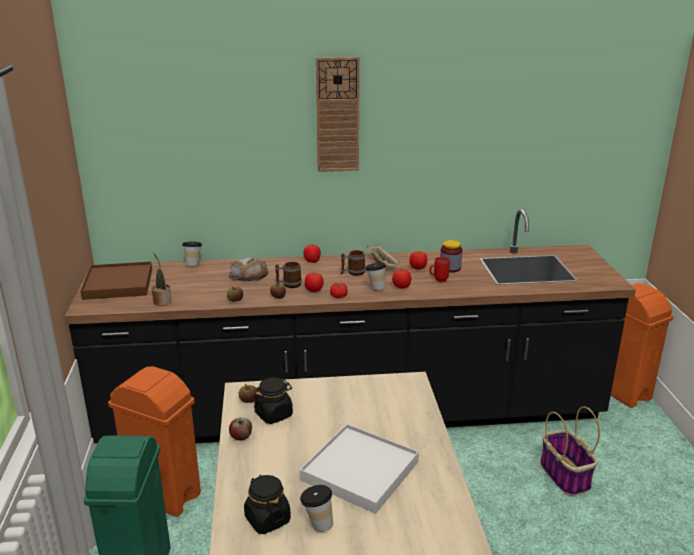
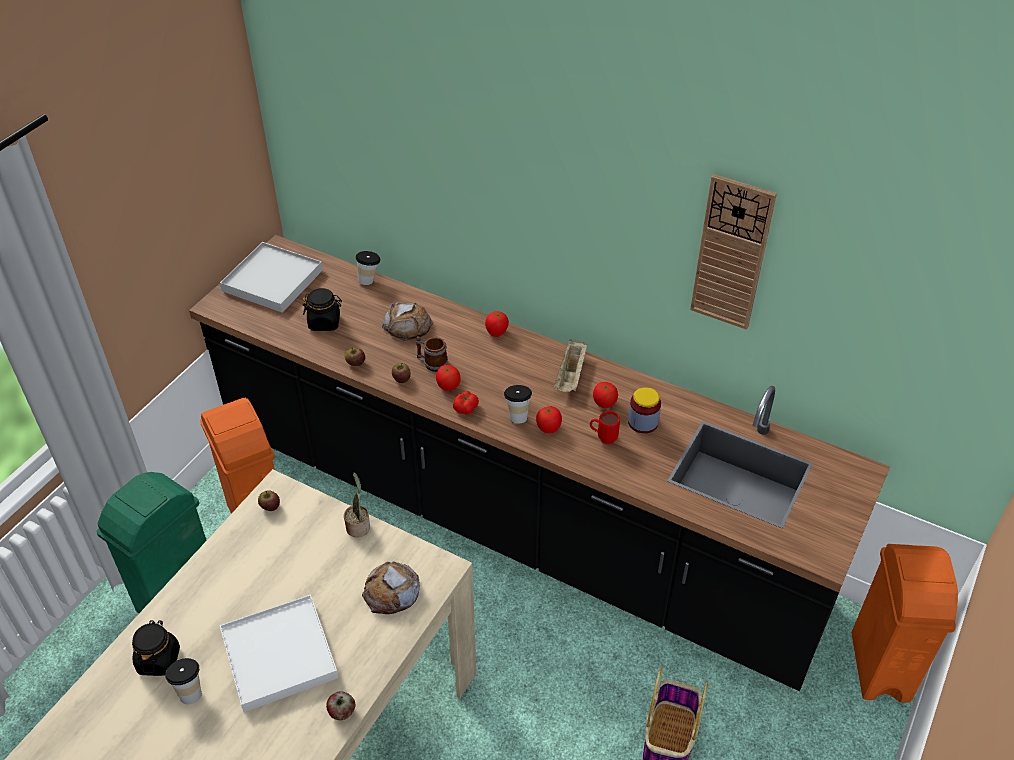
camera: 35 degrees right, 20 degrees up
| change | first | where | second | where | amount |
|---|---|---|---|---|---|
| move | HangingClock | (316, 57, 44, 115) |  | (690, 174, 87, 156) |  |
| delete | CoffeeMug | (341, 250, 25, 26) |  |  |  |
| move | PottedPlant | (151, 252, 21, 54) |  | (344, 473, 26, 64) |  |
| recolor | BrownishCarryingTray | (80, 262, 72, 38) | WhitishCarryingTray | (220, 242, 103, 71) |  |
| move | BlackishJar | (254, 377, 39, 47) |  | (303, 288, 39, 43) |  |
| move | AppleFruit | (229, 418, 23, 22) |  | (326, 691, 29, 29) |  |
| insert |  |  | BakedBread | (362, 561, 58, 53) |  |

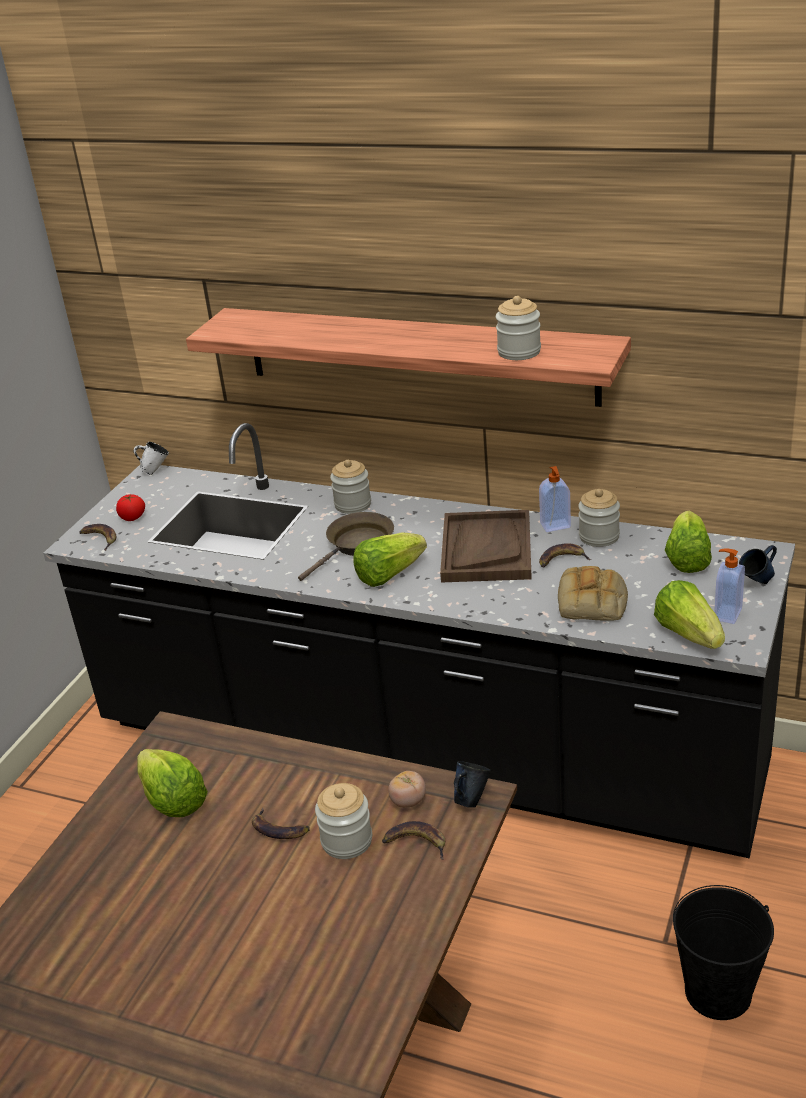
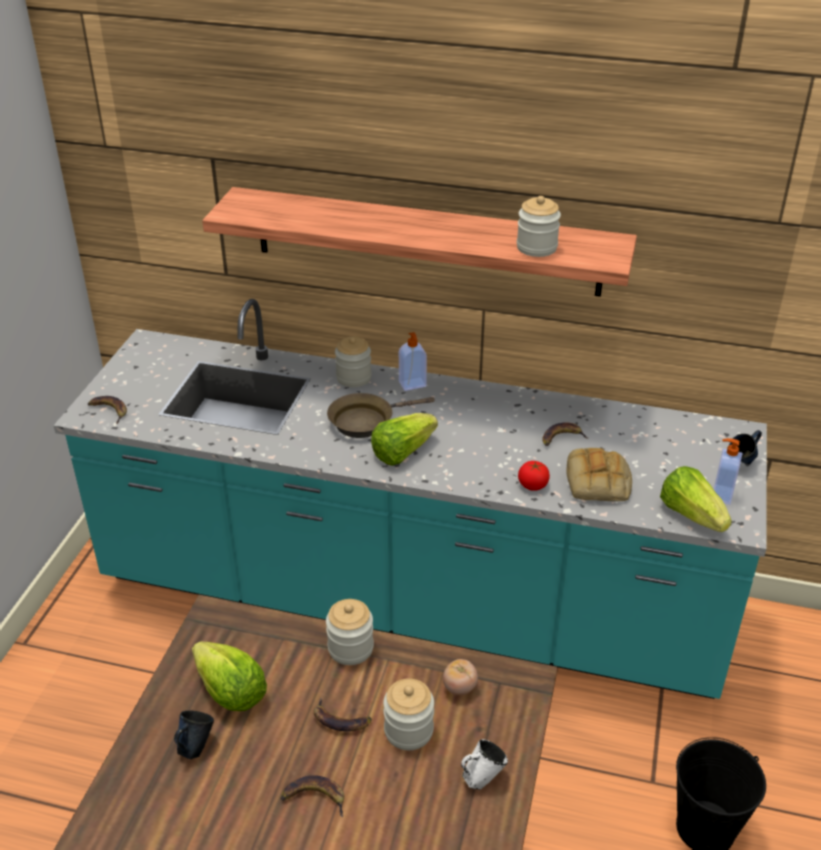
camera: 10 degrees left, 5 degrees up
| change | first | where | second | where | amount |
|---|---|---|---|---|---|
| recolor | BlackishKitchenBaseUnit | (43, 423, 752, 436) | TurquoiseKitchenBaseUnit | (53, 299, 714, 400) |  |
| move | WhitishCoffeeMug | (134, 442, 35, 33) |  | (461, 739, 47, 51) |  |
| move | SoapDispenser | (539, 466, 32, 66) |  | (399, 332, 28, 59) |  |
| move | Jar | (578, 489, 42, 58) |  | (326, 599, 48, 66) |  |
| move | WholeTomato | (116, 494, 29, 27) |  | (518, 461, 32, 30) |  |
| delete | BrownishCarryingTray | (440, 510, 92, 72) |  |  |  |
| delete | Lettuce | (665, 511, 47, 62) |  |  |  |
| rotate | BrownishSkillet | (298, 512, 96, 69) |  | (327, 393, 108, 45) | 150 degrees counterclockwise |
| move | BlueCoffeeMug | (454, 761, 37, 47) |  | (174, 710, 40, 49) |  |
| move | WholeBanana | (382, 821, 63, 39) |  | (281, 775, 63, 42) |  |

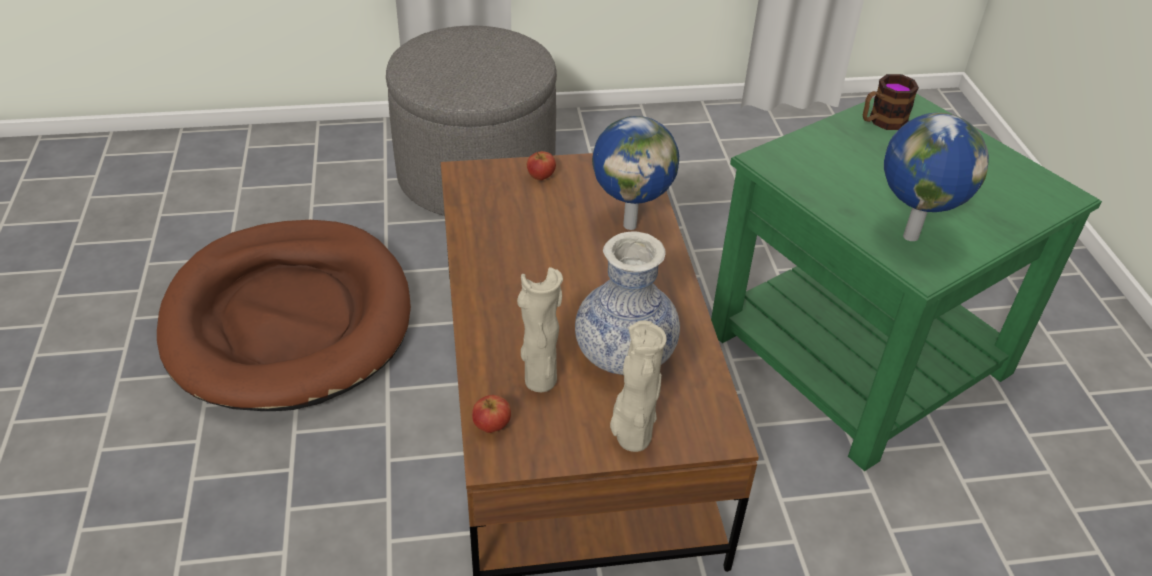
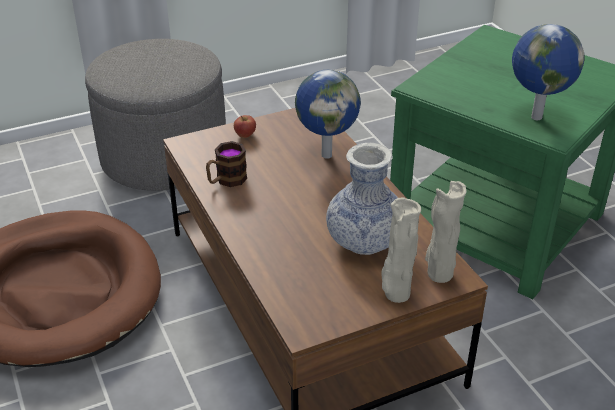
camera: 15 degrees left, 5 degrees down
| change | first | where | second | where | amount |
|---|---|---|---|---|---|
| move | CoffeeMug | (863, 74, 56, 56) |  | (206, 141, 41, 46) |  |
| move | BeigeDecorativeVase | (517, 267, 46, 125) |  | (425, 181, 42, 102) |  |
| delete | AppleFruit | (472, 395, 39, 38) |  |  |  |

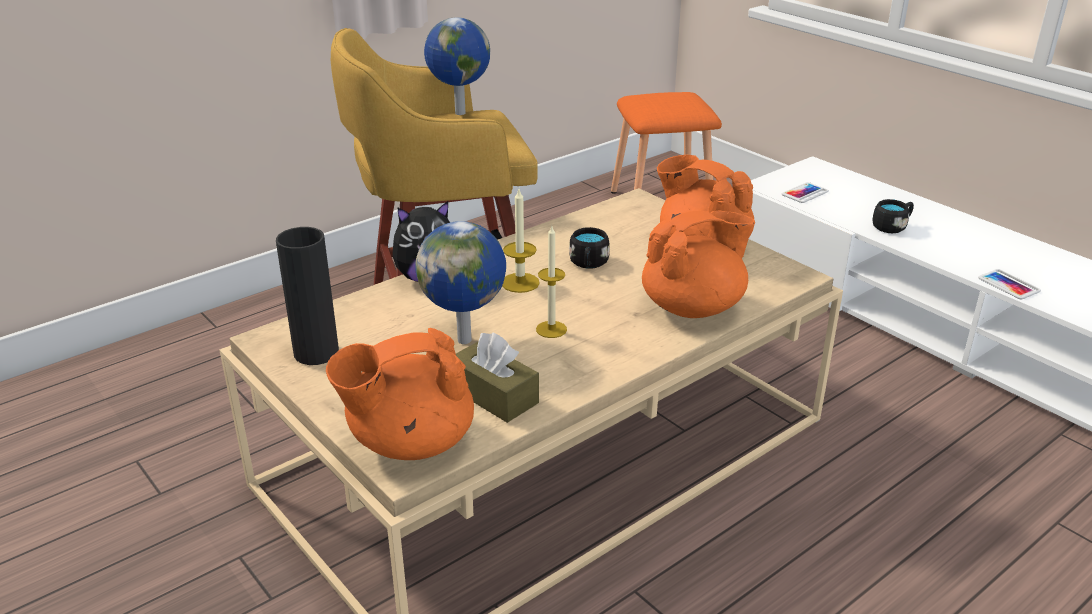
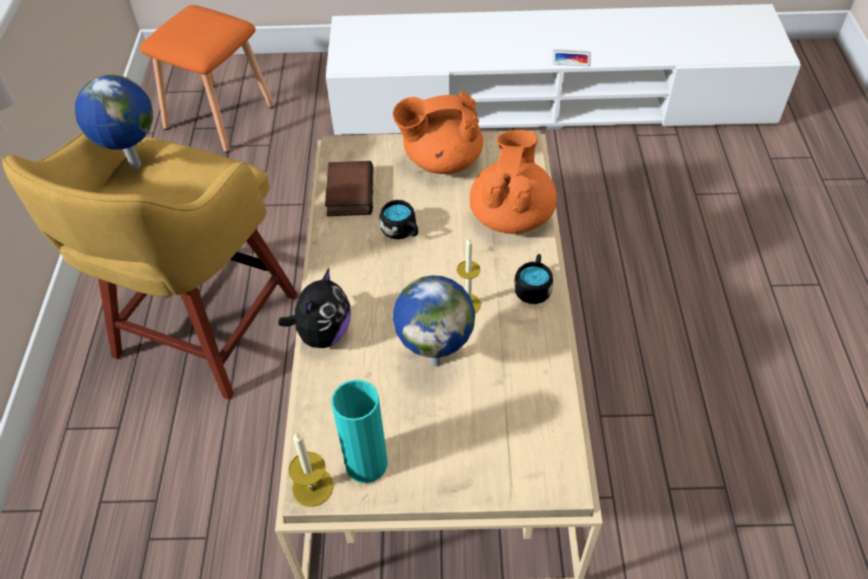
camera: 50 degrees left, 20 degrees up
| change | first | where | second | where | amount |
|---|---|---|---|---|---|
| delete | Telephone | (782, 182, 47, 21) |  |  |  |
| move | WaxLight | (502, 189, 38, 104) |  | (289, 432, 45, 75) |  |
| move | BlackishCoffeeMug | (873, 199, 41, 34) |  | (514, 254, 39, 50) |  |
| recolor | BlackishDecorativeVase | (276, 227, 63, 138) | TurquoiseDecorativeVase | (331, 380, 56, 103) |  |
| delete | OrangeyPotForTea | (326, 328, 148, 132) |  |  |  |
| delete | BrownishTissueBox | (456, 332, 83, 91) |  |  |  |
| insert |  |  | Book | (325, 161, 48, 55) |  |

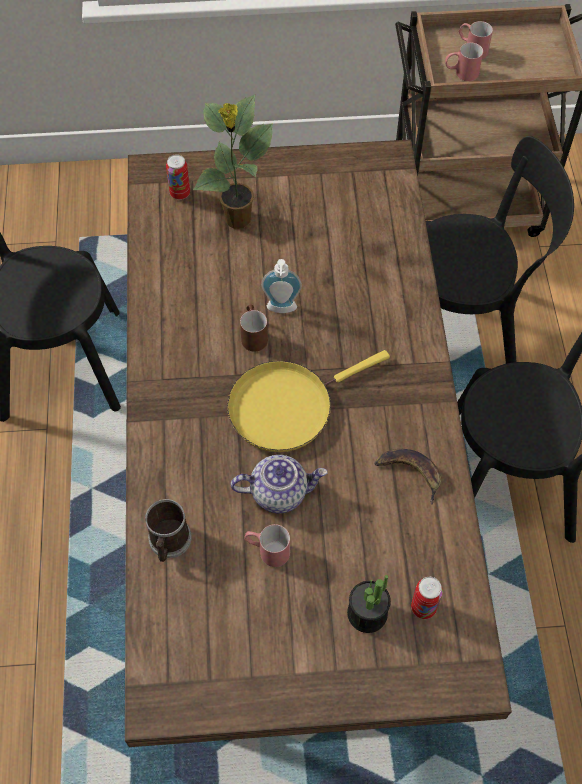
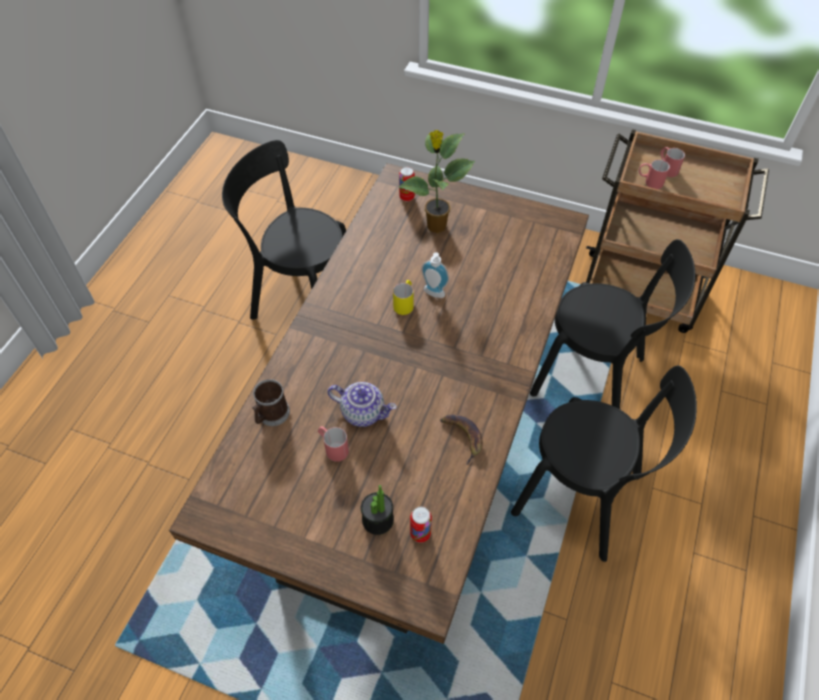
camera: 25 degrees right, 5 degrees down
| change | first | where | second | where | amount |
|---|---|---|---|---|---|
| recolor | BrownishCoffeeMug | (240, 304, 28, 47) | YellowishCoffeeMug | (393, 280, 21, 35) |  |
| delete | YellowishSkillet | (227, 350, 163, 102) |  |  |  |

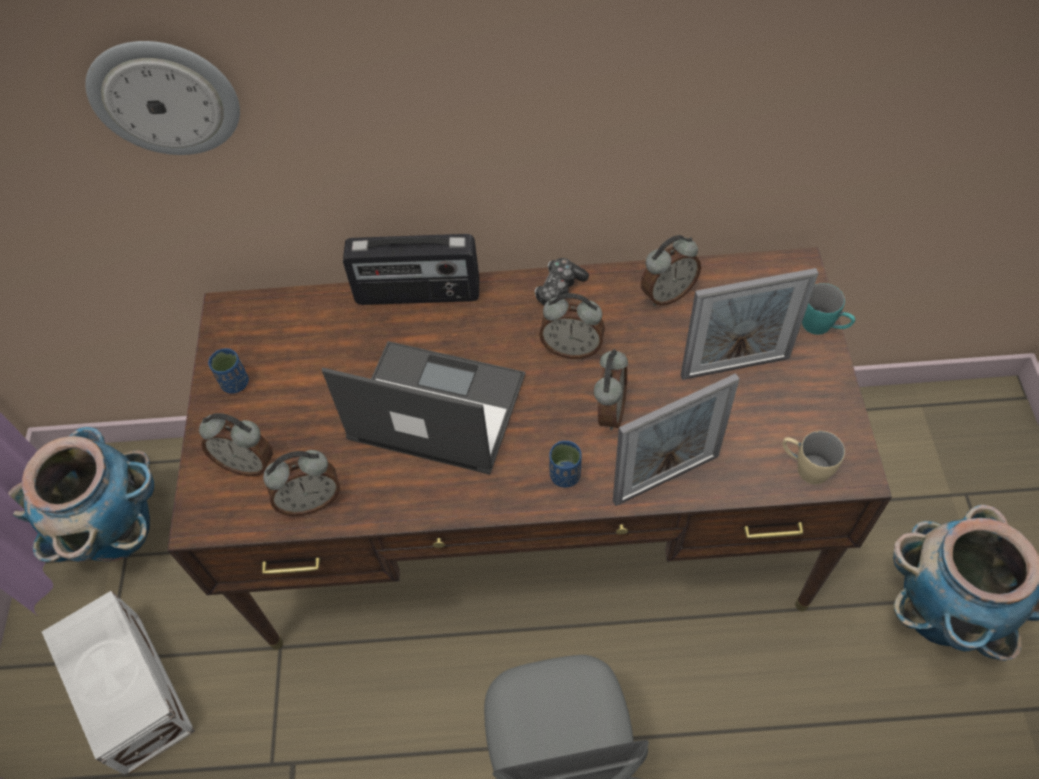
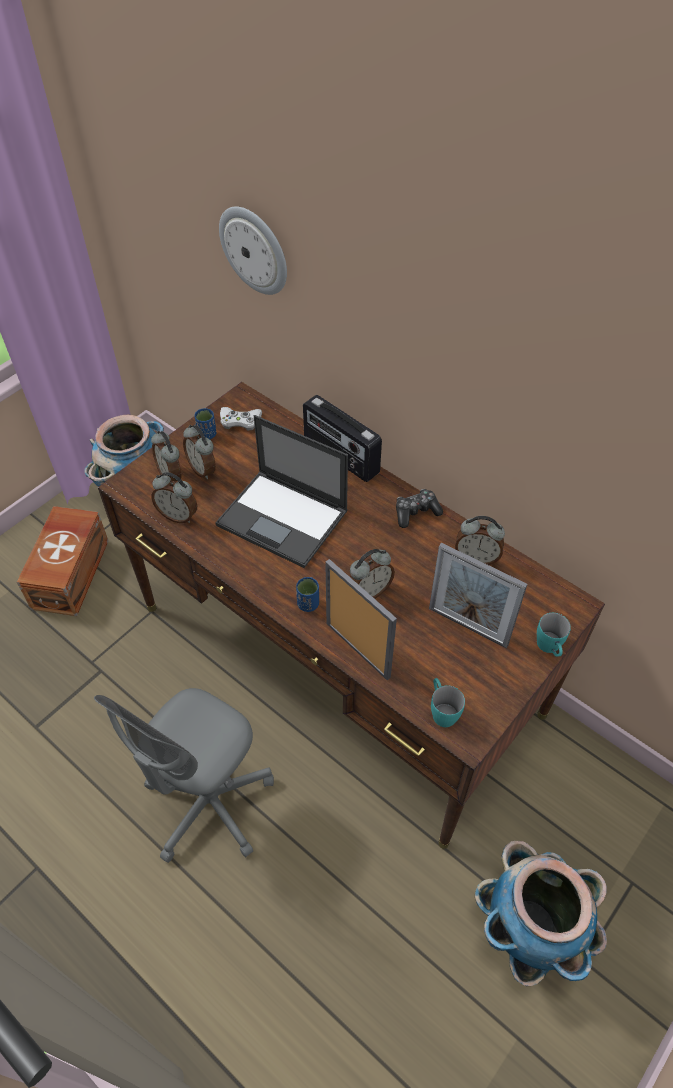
camera: 40 degrees right, 5 degrees down
| change | first | where | second | where | amount |
|---|---|---|---|---|---|
| move | BedsideClock | (539, 293, 66, 66) |  | (183, 425, 33, 54) |  |
| rotate | PortableComputer | (322, 341, 204, 134) |  | (215, 415, 133, 153) | 150 degrees clockwise |
| rotate | PictureFrame | (613, 373, 127, 133) |  | (325, 559, 72, 121) | 150 degrees counterclockwise |
| recolor | BeigeCoffeeMug | (782, 431, 63, 53) | TurquoiseCoffeeMug | (431, 678, 34, 49) |  |
| recolor | WhitishStorageBin | (42, 591, 153, 185) | BrownishStorageBin | (17, 506, 91, 110) |  |
| insert |  |  | WhitishGamepad | (220, 407, 42, 24) |  |

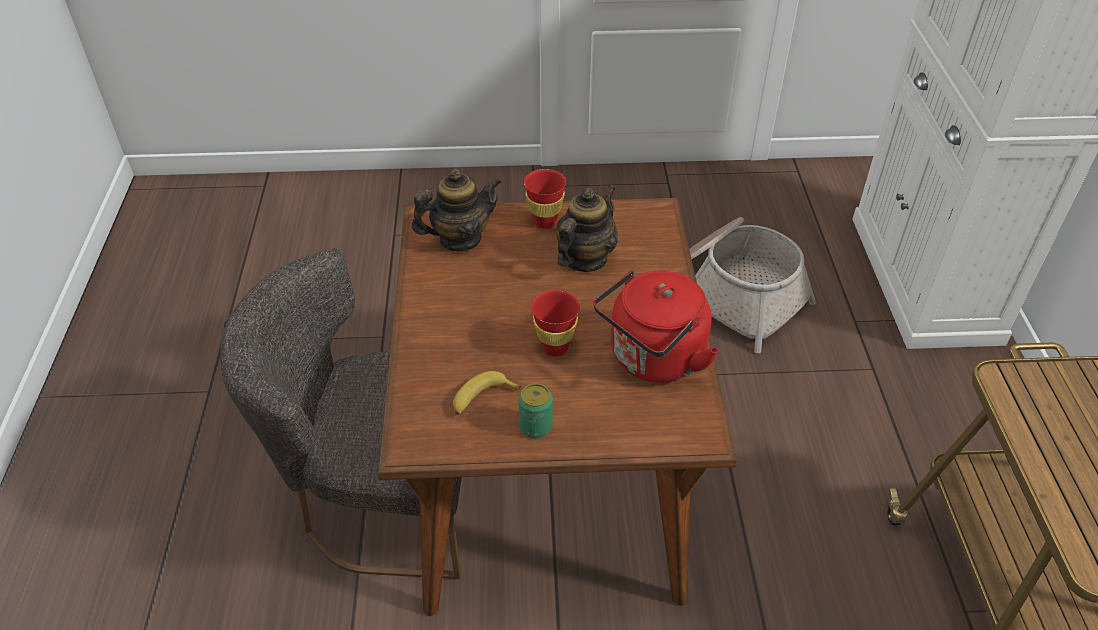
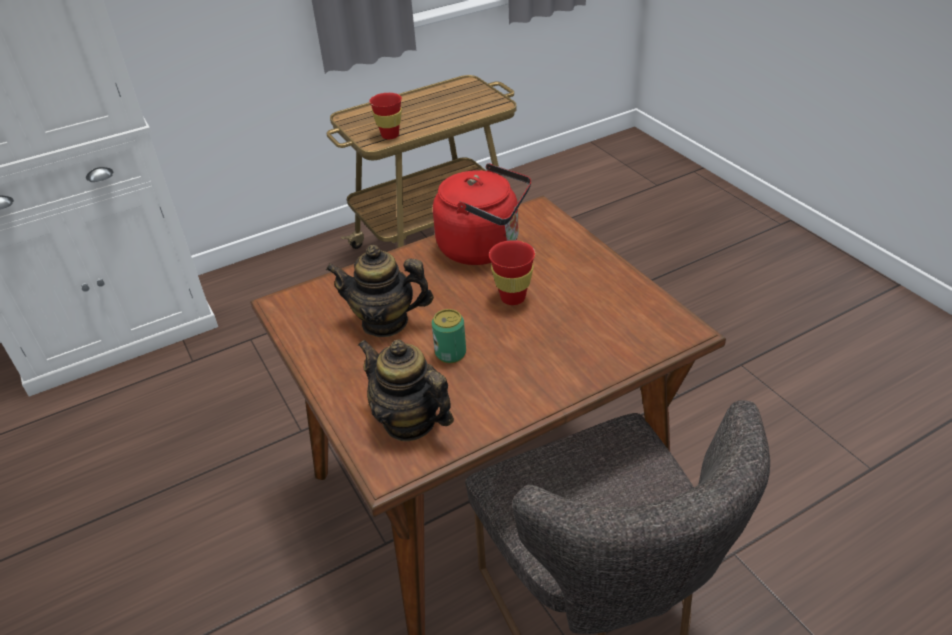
camera: 115 degrees left, 5 degrees down
| change | first | where | second | where | amount |
|---|---|---|---|---|---|
| move | ReddishSmallCup | (524, 169, 42, 60) |  | (369, 93, 33, 46) |  |
| delete | HouseholdBasket | (689, 217, 127, 136) |  |  |  |
| delete | WholeBanana | (453, 371, 68, 44) |  |  |  |
| move | MetalCan | (518, 383, 35, 55) |  | (432, 309, 34, 54) |  |

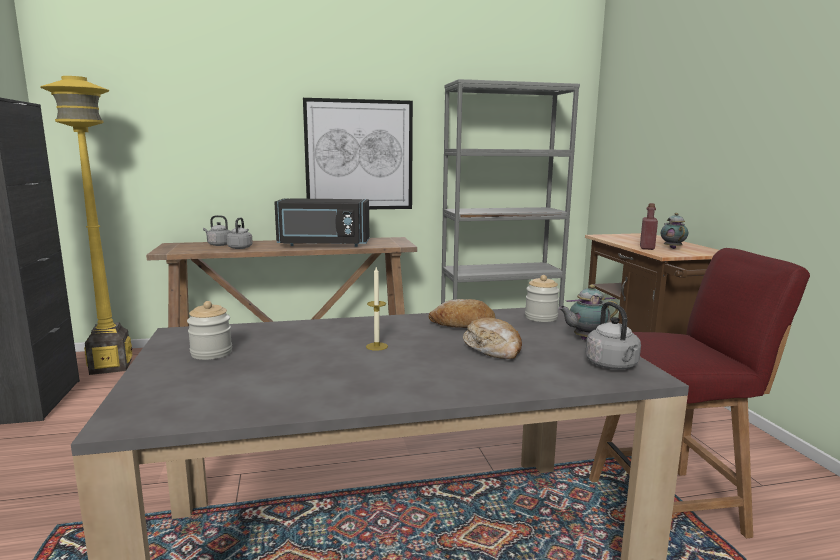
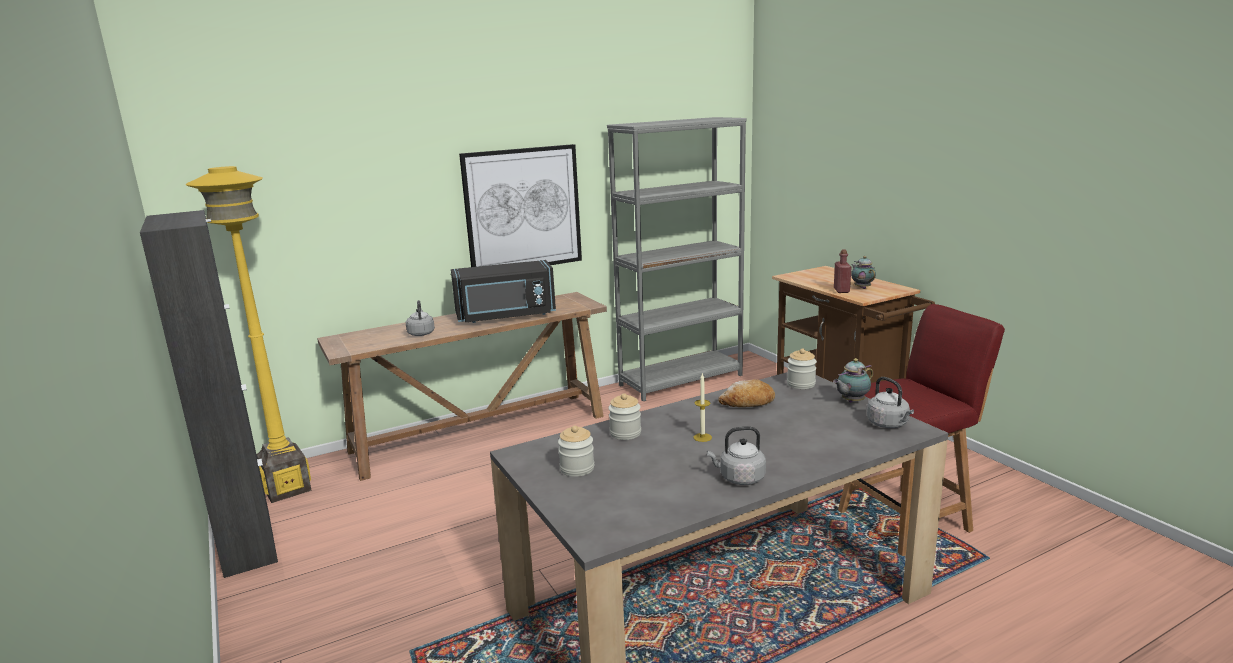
camera: 15 degrees left, 5 degrees up
| change | first | where | second | where | amount |
|---|---|---|---|---|---|
| move | GrayWaterKettle | (203, 215, 28, 31) |  | (707, 426, 59, 59) |  |
| delete | BakedBread | (463, 317, 59, 42) |  |  |  |
| insert |  |  | Jar | (608, 393, 33, 47) |  |

